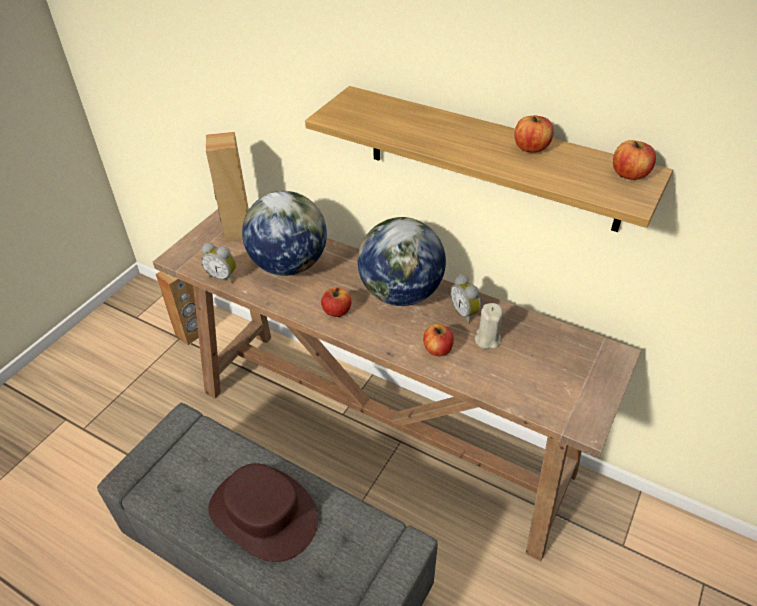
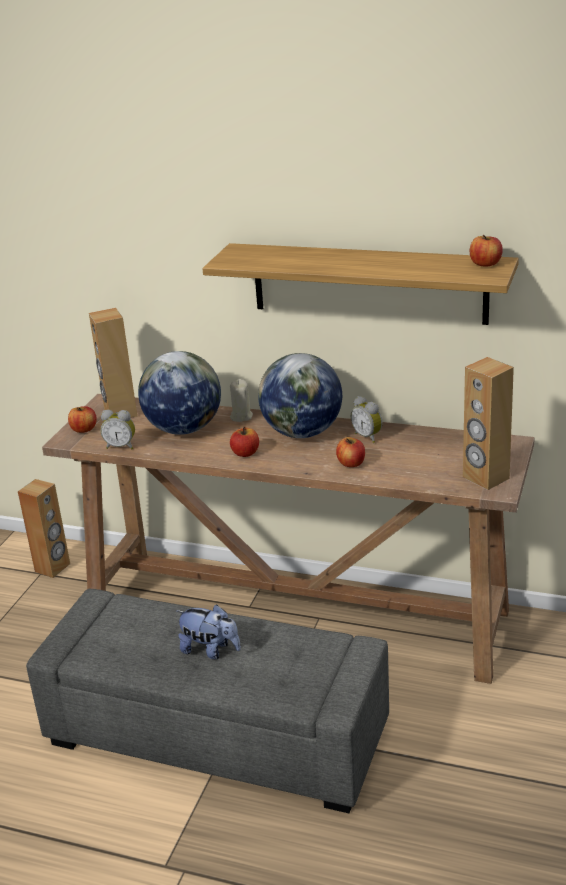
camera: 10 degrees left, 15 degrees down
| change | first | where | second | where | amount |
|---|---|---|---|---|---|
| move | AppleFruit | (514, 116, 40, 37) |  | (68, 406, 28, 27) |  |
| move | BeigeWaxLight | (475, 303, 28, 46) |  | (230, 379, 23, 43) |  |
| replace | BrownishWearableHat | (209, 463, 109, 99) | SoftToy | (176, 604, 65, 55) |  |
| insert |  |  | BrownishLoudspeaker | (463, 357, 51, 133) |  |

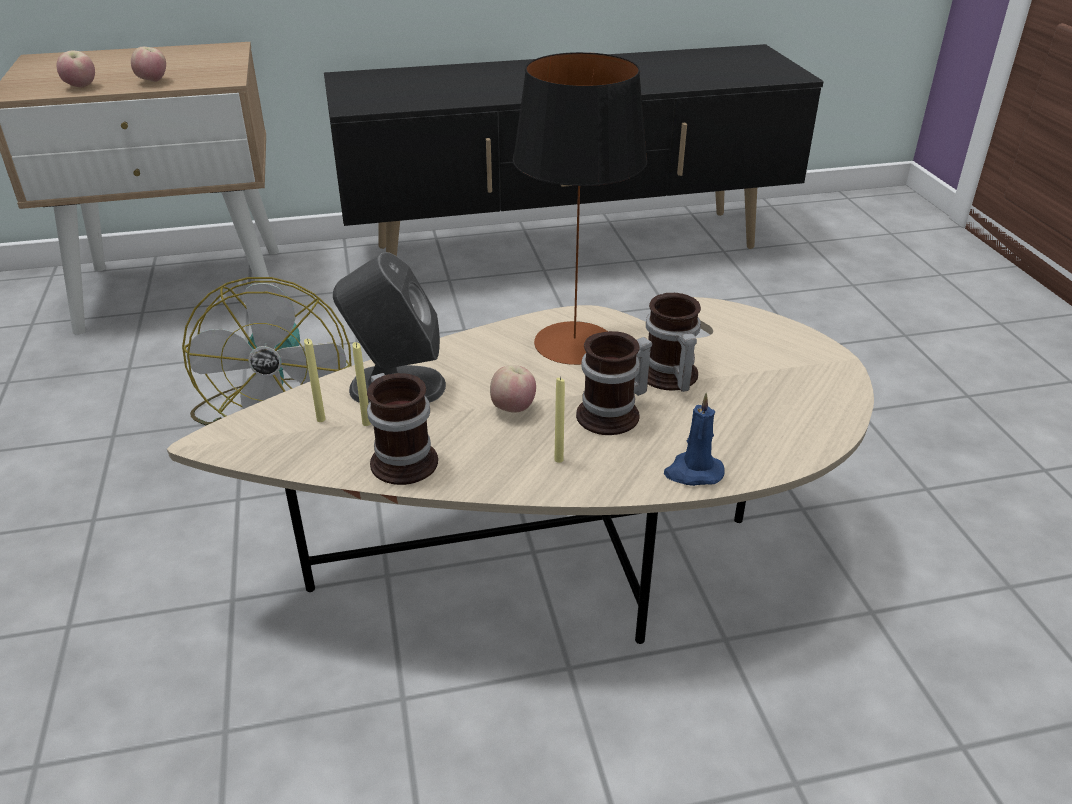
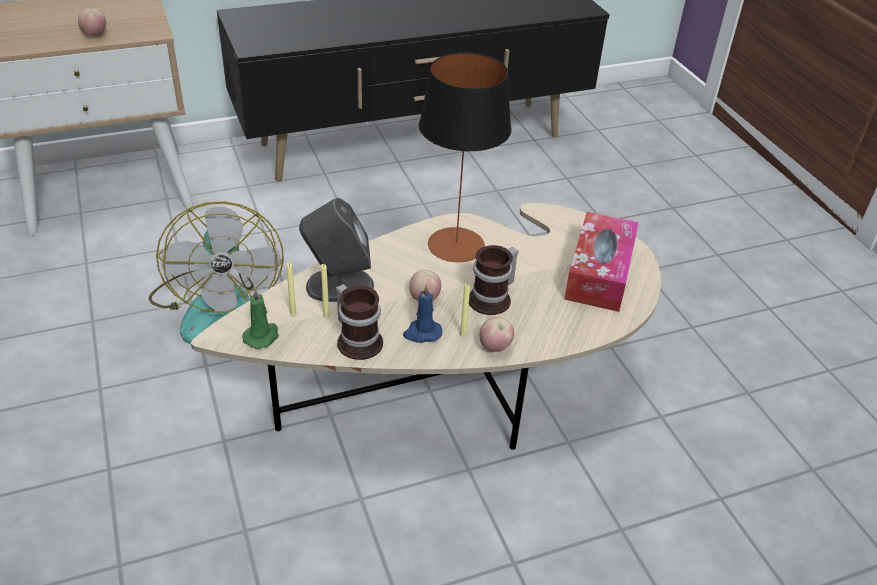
camera: 10 degrees left, 5 degrees up
| change | first | where | second | where | amount |
|---|---|---|---|---|---|
| move | AppleFruit | (57, 51, 38, 37) |  | (480, 317, 34, 35) |  |
| delete | CoffeeMug | (646, 293, 55, 99) |  |  |  |
| move | BlueWaxLight | (664, 393, 61, 93) |  | (403, 285, 39, 58) |  |
| insert |  |  | TissueBox | (564, 212, 75, 100) |  |
| insert |  |  | GreenWaxLight | (242, 288, 37, 61) |  |

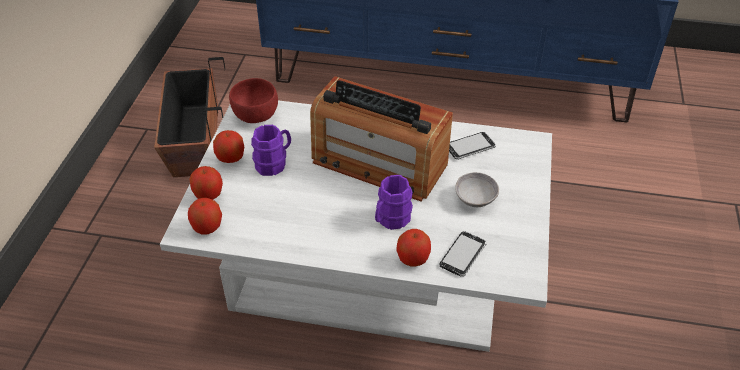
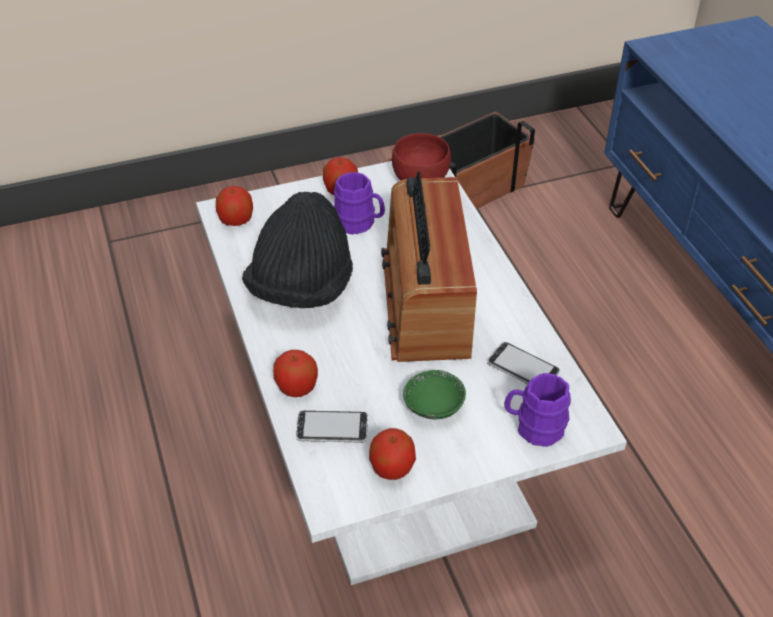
camera: 60 degrees right, 0 degrees up
| change | first | where | second | where | amount |
|---|---|---|---|---|---|
| move | AppleFruit | (190, 166, 33, 34) |  | (369, 428, 47, 52) |  |
| recolor | GrayServingBowl | (455, 172, 44, 35) | GreenServingBowl | (403, 370, 63, 49) |  |
| move | PurpleColouredCoffeeMug | (375, 175, 38, 55) |  | (504, 373, 67, 74) |  |
| insert |  |  | BlackishWearableHat | (242, 192, 111, 116) |  |

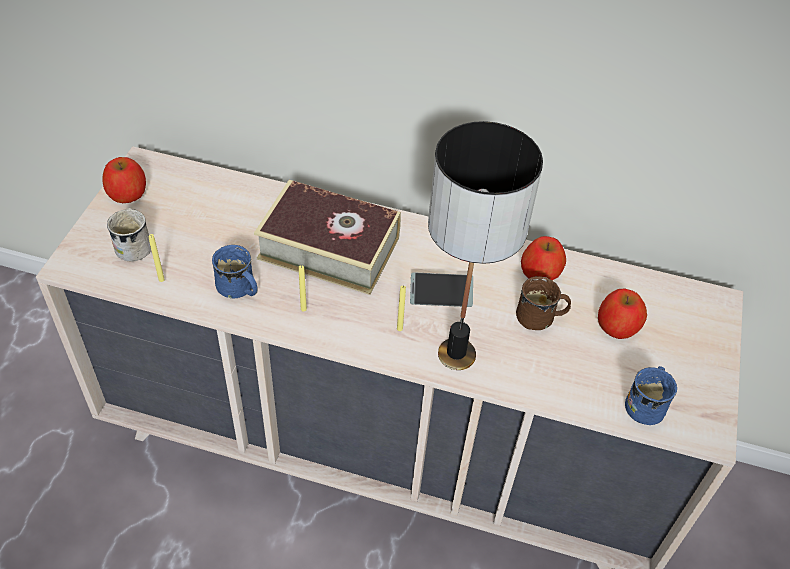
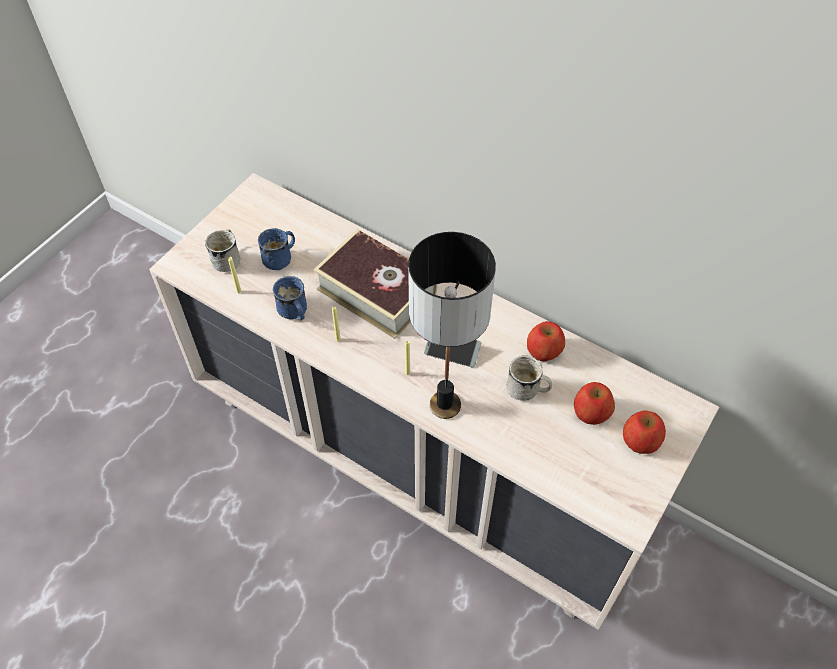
camera: 20 degrees right, 5 degrees up
| change | first | where | second | where | amount |
|---|---|---|---|---|---|
| move | AppleFruit | (102, 157, 44, 46) |  | (623, 411, 43, 43) |  |
| recolor | BrownishCoffeeMug | (516, 276, 55, 54) | WhitishCoffeeMug | (506, 355, 46, 46) |  |
| move | BlueCoffeeMug | (625, 366, 52, 59) |  | (258, 228, 37, 42) |  |

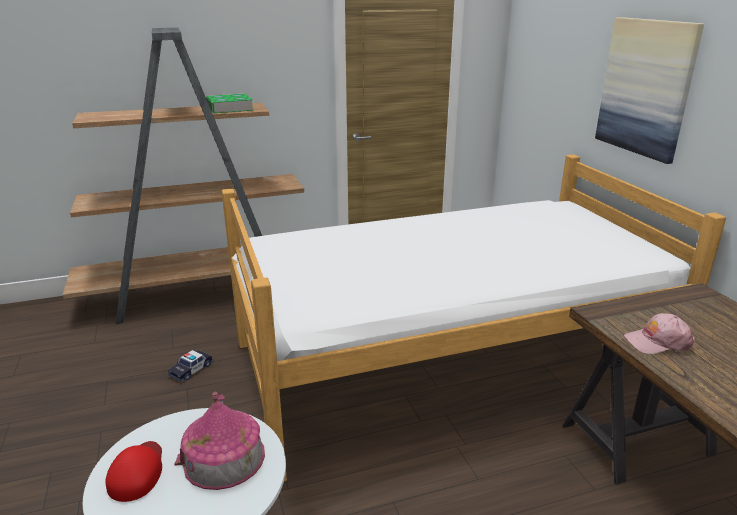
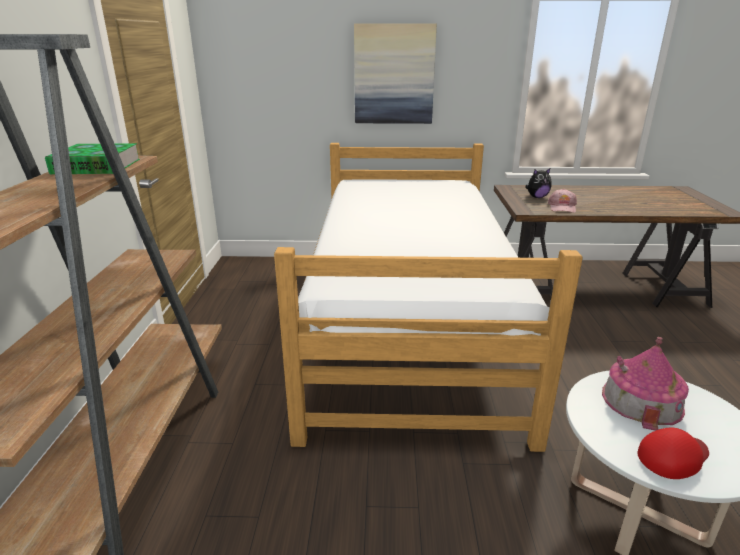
camera: 70 degrees left, 0 degrees up
| change | first | where | second | where | amount |
|---|---|---|---|---|---|
| delete | MiniatureCar | (168, 350, 45, 32) |  |  |  |
| rotate | ReddishCap | (106, 441, 56, 61) |  | (638, 427, 71, 52) | 135 degrees clockwise |
| insert |  |  | SoftToy | (525, 168, 26, 30) |  |

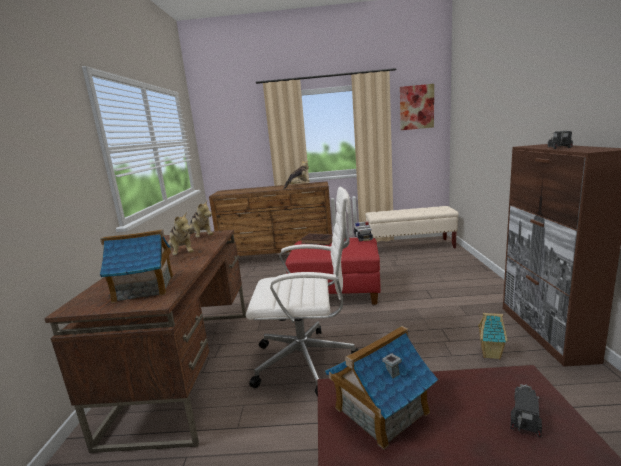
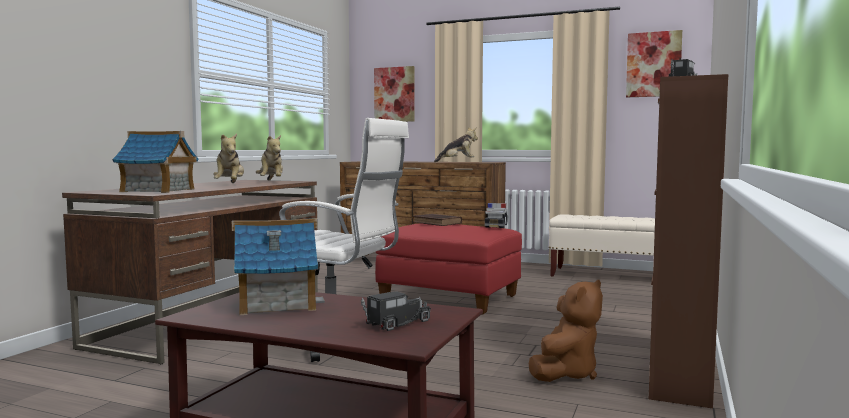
camera: 20 degrees right, 10 degrees down
| change | first | where | second | where | amount |
|---|---|---|---|---|---|
| replace | MiniatureHouse | (478, 313, 30, 47) | BrownishSoftToy | (529, 280, 74, 102) |  |
| insert |  |  | WallArt | (374, 66, 40, 56) |  |

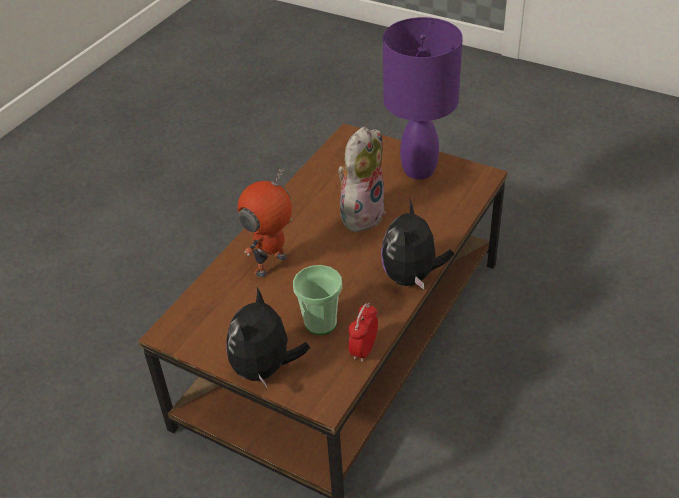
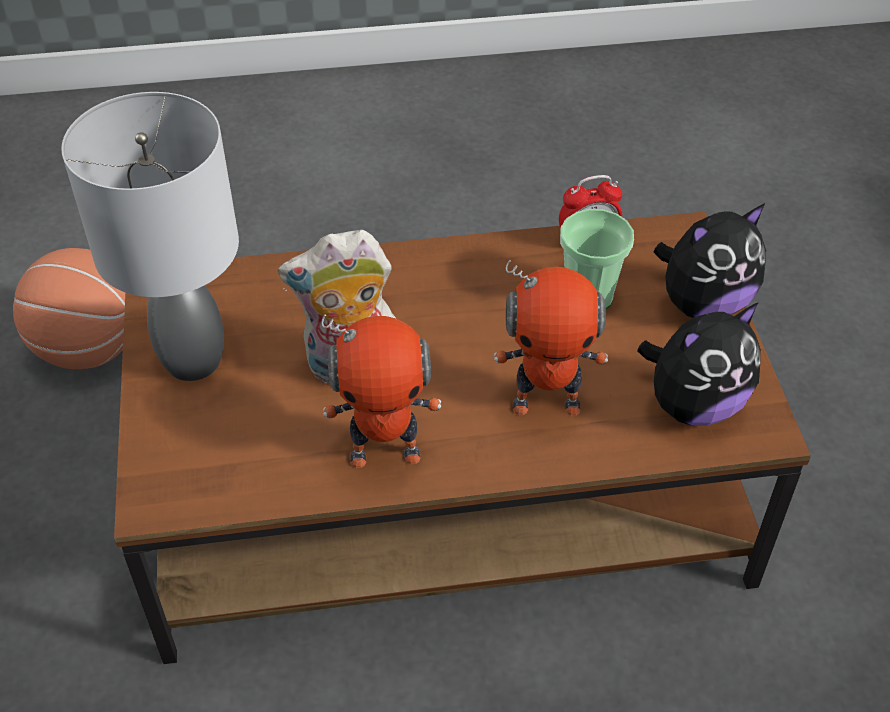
camera: 130 degrees left, 5 degrees up
| change | first | where | second | where | amount |
|---|---|---|---|---|---|
| recolor | PurpleColouredTabletopLamp | (383, 17, 80, 163) | GrayTabletopLamp | (61, 92, 178, 289) |  |
| move | SoftToy | (381, 198, 73, 91) |  | (637, 302, 124, 124) |  |
| insert |  |  | Basketball | (13, 248, 112, 121) |  |
| insert |  |  | ToyRobot | (321, 314, 120, 154) |  |

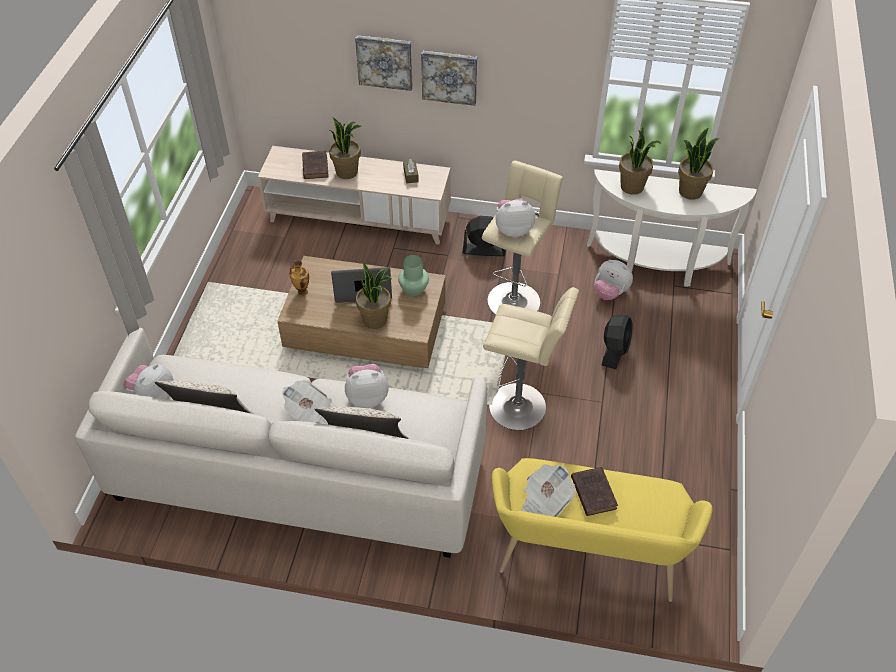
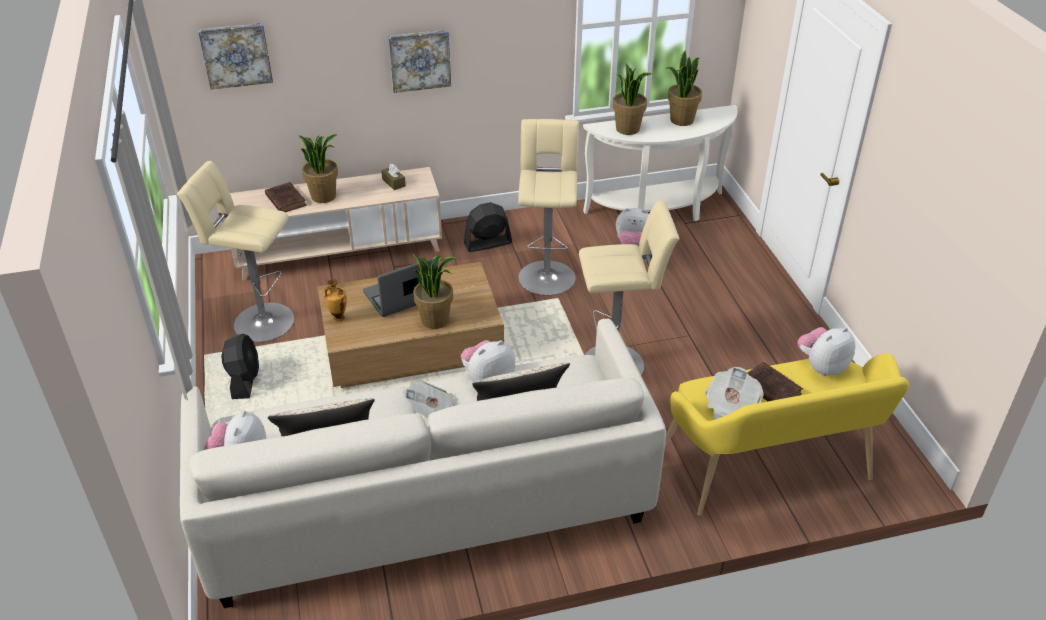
camera: 25 degrees left, 10 degrees down
| change | first | where | second | where | amount |
|---|---|---|---|---|---|
| move | WallArt | (355, 35, 58, 56) |  | (198, 23, 75, 67) |  |
| move | SoftToy | (496, 199, 39, 38) |  | (797, 327, 58, 49) |  |
| delete | GreenDecorativeVase | (398, 255, 31, 41) |  |  |  |
| move | BlackishCoolingFan | (601, 315, 31, 55) |  | (221, 334, 38, 65) |  |
| insert |  |  | BeigeStool | (177, 161, 117, 181) |  |

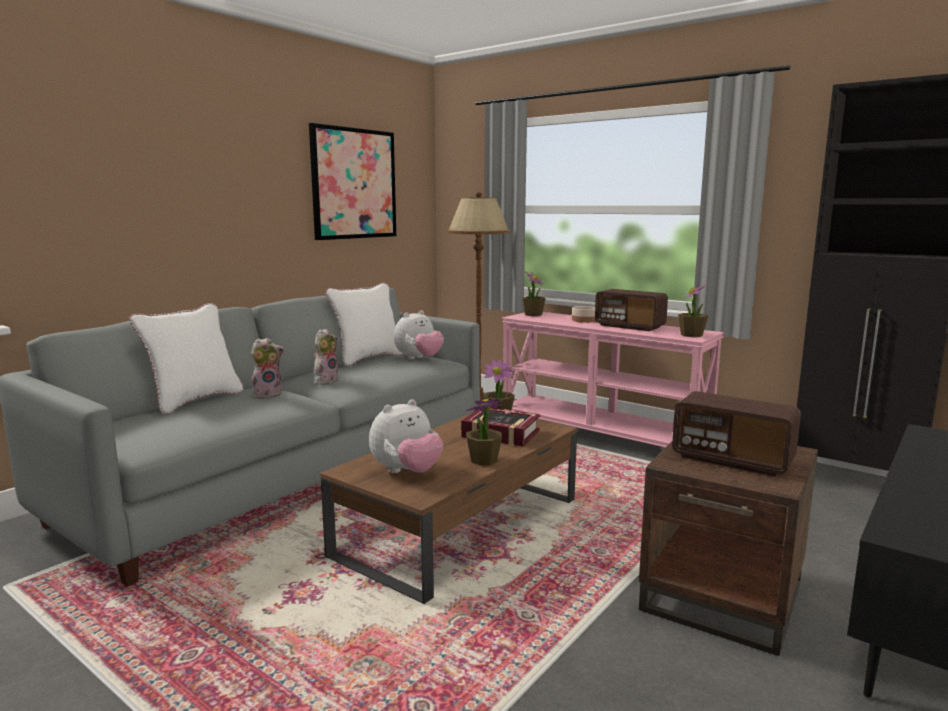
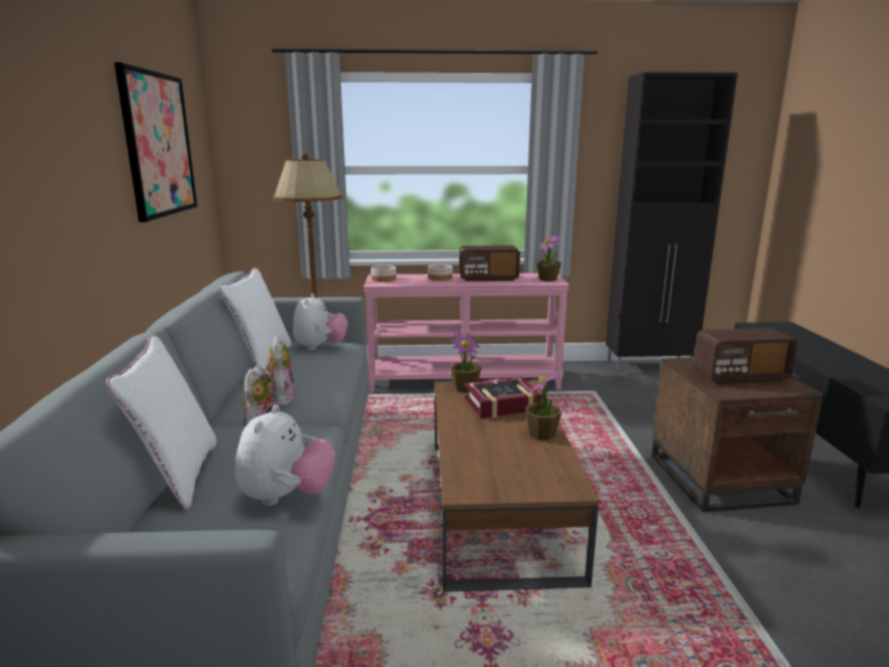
camera: 40 degrees left, 5 degrees up
| change | first | where | second | where | amount |
|---|---|---|---|---|---|
| replace | PottedPlant | (522, 272, 24, 44) | ServingBowl | (371, 265, 25, 17) |  |
| move | SoftToy | (369, 399, 74, 74) |  | (235, 405, 100, 101) |  |

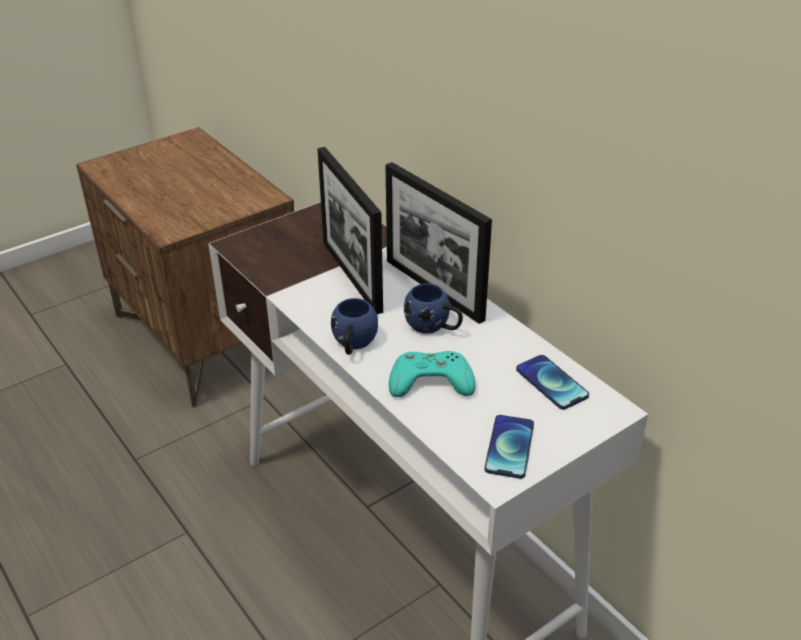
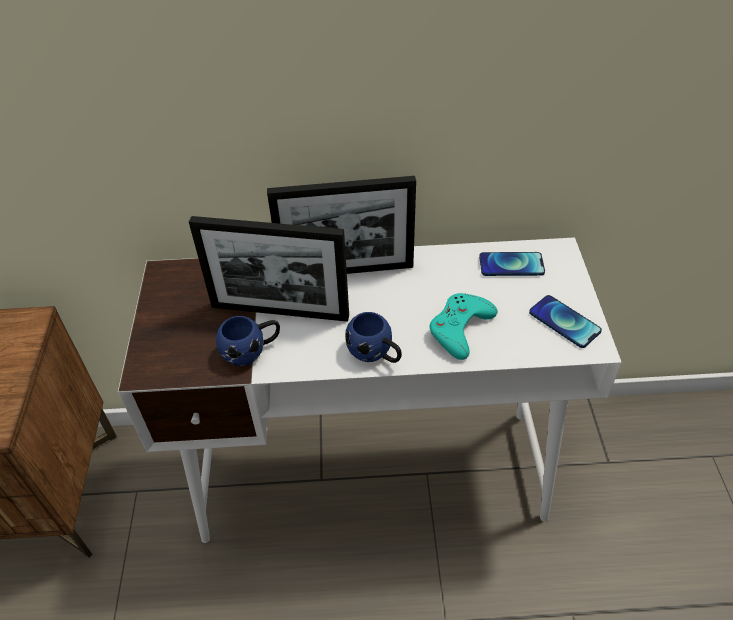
camera: 55 degrees left, 10 degrees up
| change | first | where | second | where | amount |
|---|---|---|---|---|---|
| move | BlueCoffeeMug | (404, 283, 59, 51) |  | (216, 316, 64, 50) |  |

